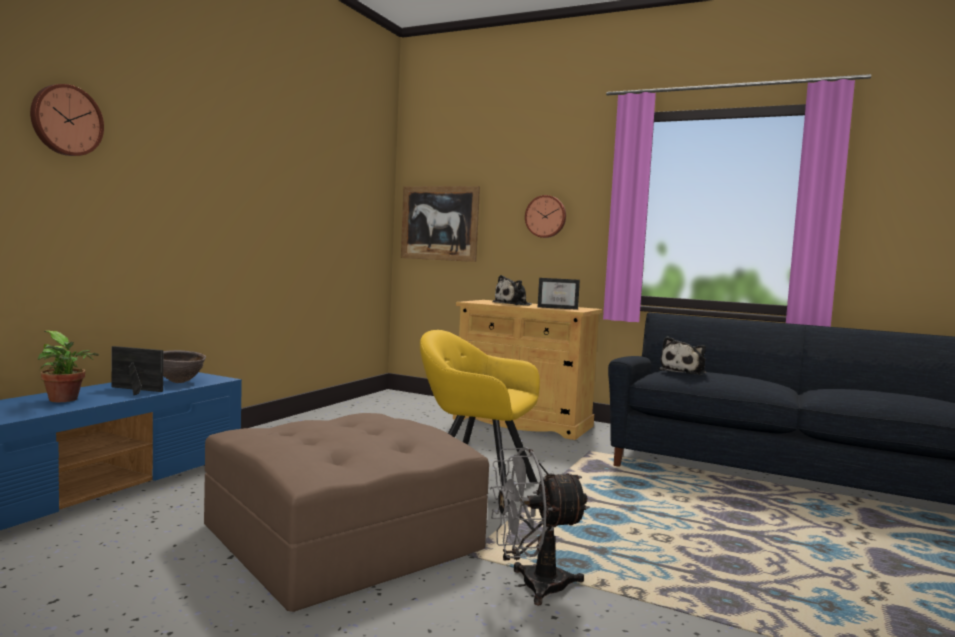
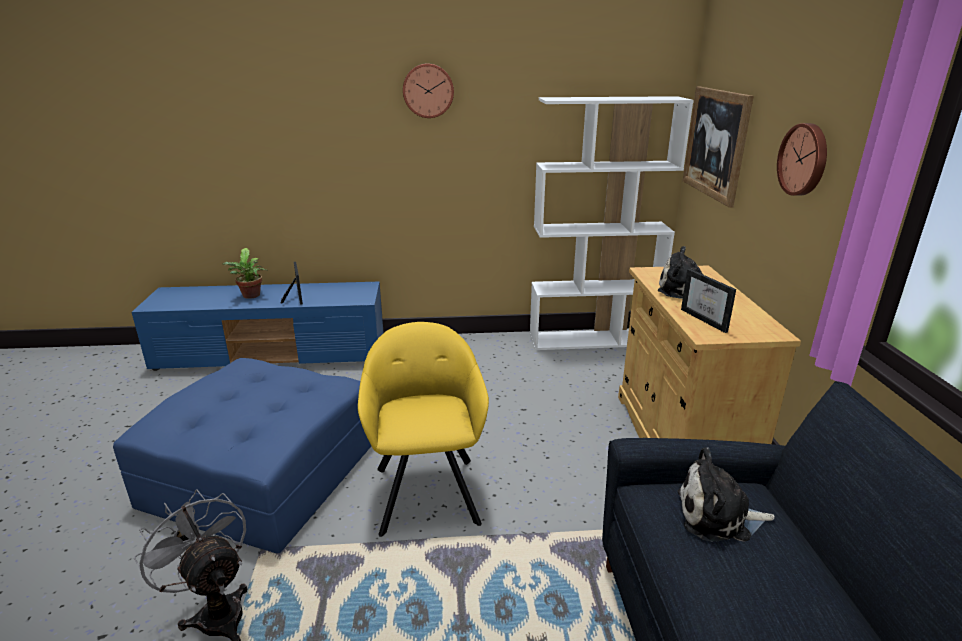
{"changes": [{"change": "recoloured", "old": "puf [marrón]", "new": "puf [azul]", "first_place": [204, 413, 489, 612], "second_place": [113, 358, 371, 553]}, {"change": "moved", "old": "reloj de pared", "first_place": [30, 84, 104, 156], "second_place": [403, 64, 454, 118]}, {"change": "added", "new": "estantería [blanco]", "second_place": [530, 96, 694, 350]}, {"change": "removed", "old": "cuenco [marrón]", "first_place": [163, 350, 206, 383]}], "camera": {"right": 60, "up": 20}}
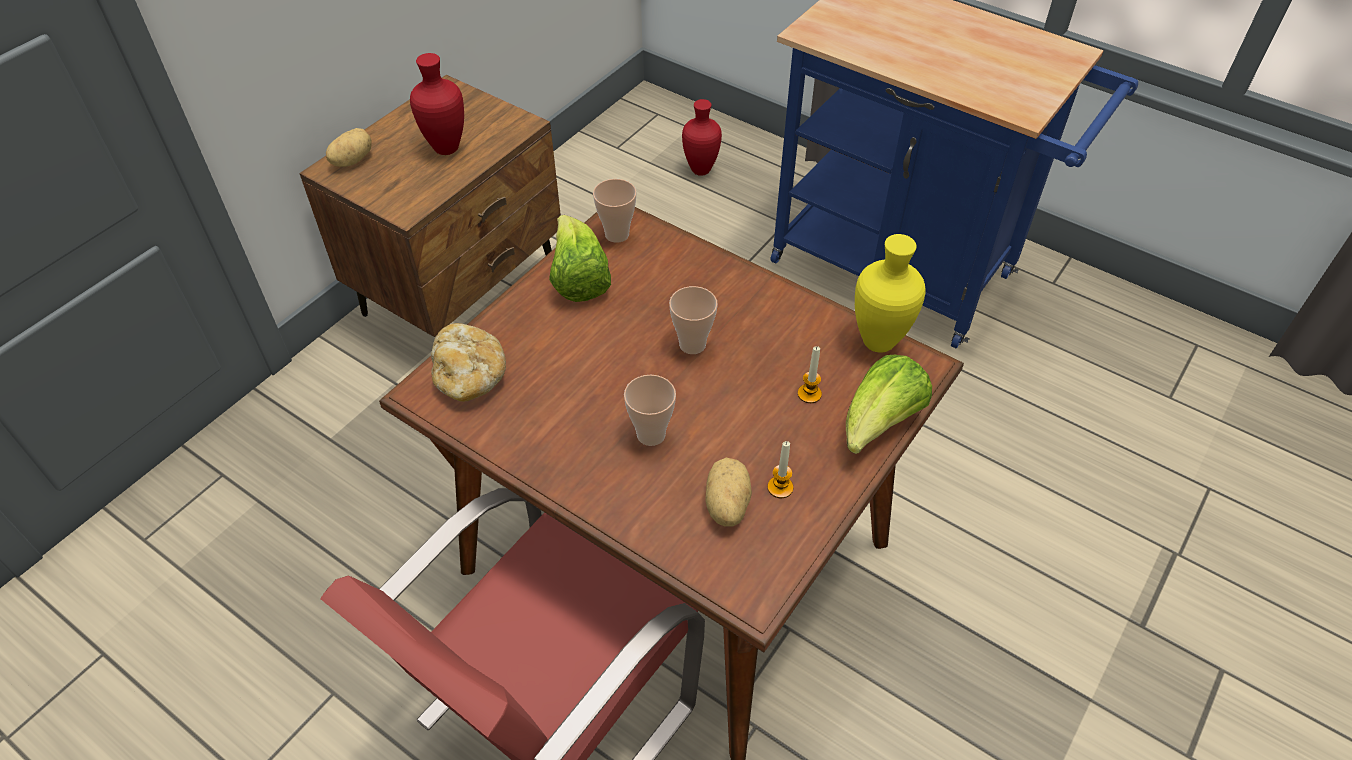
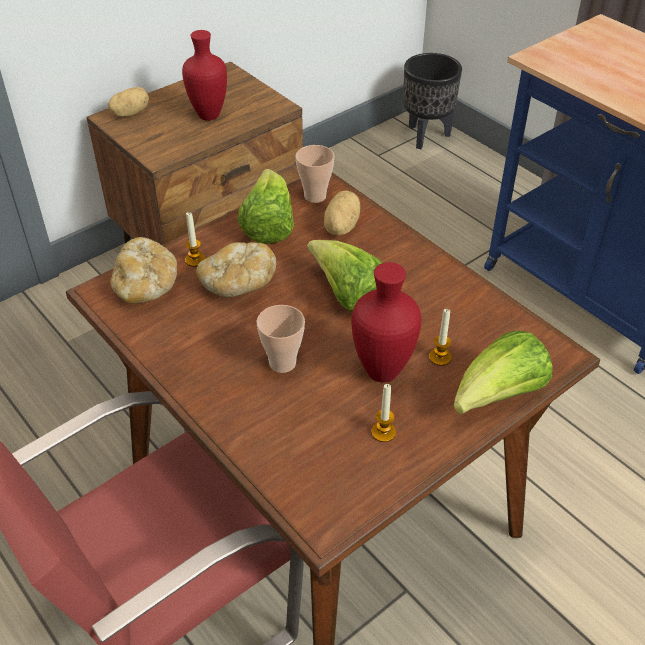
{"changes": [{"change": "added", "new": "vela", "second_place": [185, 212, 205, 267]}, {"change": "added", "new": "pan", "second_place": [196, 242, 276, 297]}, {"change": "replaced", "old": "taza", "new": "lechuga", "first_place": [669, 286, 717, 354], "second_place": [307, 240, 382, 312]}, {"change": "moved", "old": "patata", "first_place": [705, 458, 752, 527], "second_place": [324, 191, 360, 236]}, {"change": "moved", "old": "florero [rojo]", "first_place": [682, 99, 722, 176], "second_place": [352, 262, 421, 382]}, {"change": "added", "new": "maceta [negro]", "second_place": [403, 53, 462, 149]}, {"change": "removed", "old": "florero [amarillo]", "first_place": [855, 234, 926, 353]}], "camera": {"right": 15, "up": -5}}
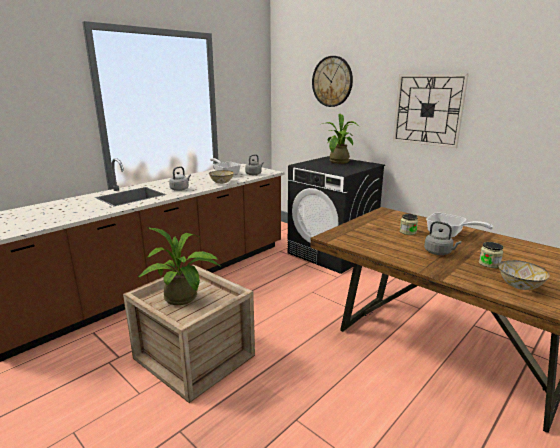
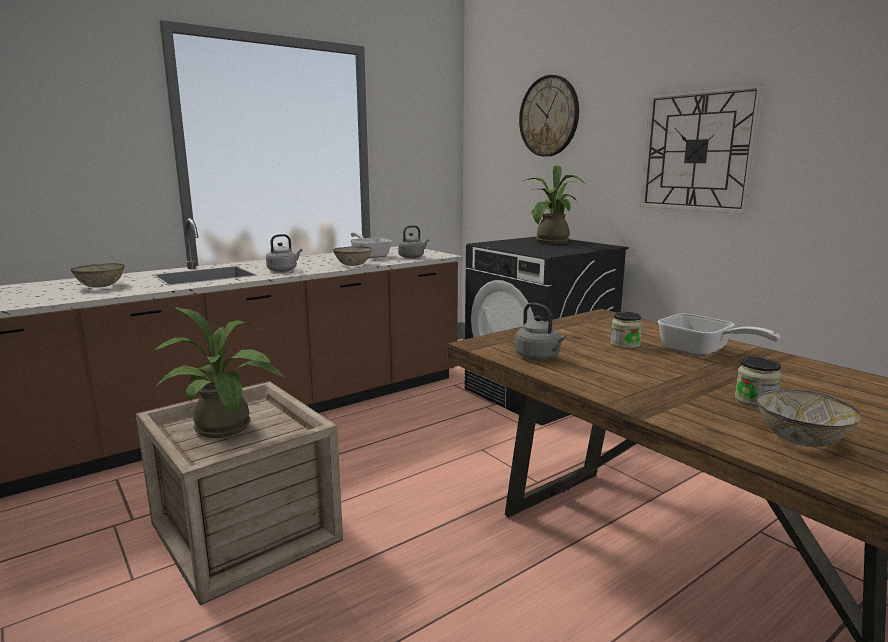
{"changes": [{"change": "added", "new": "cuenco", "second_place": [71, 263, 125, 288]}, {"change": "moved", "old": "hervidor [gris]", "first_place": [424, 221, 461, 255], "second_place": [515, 303, 566, 360]}], "camera": {"right": 10, "up": -5}}
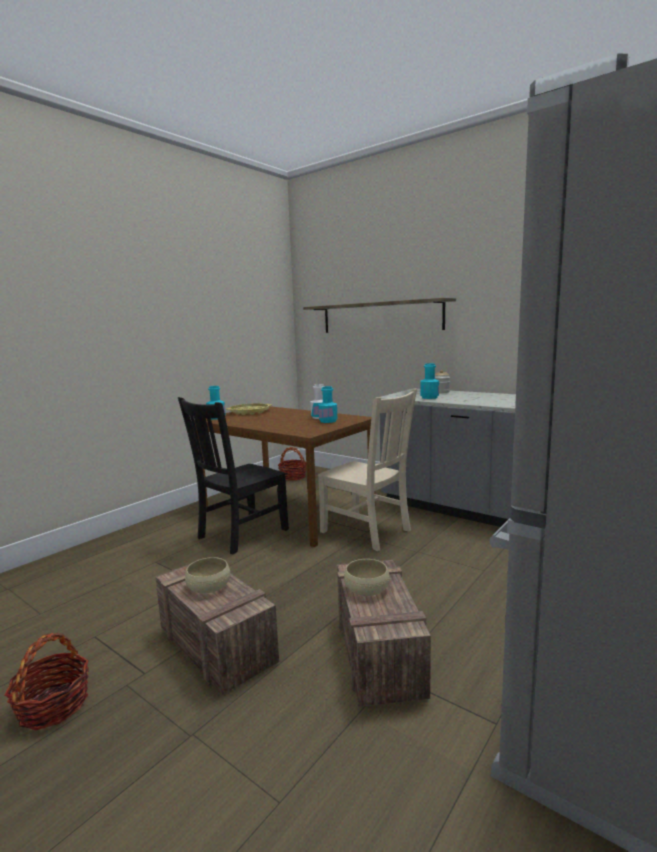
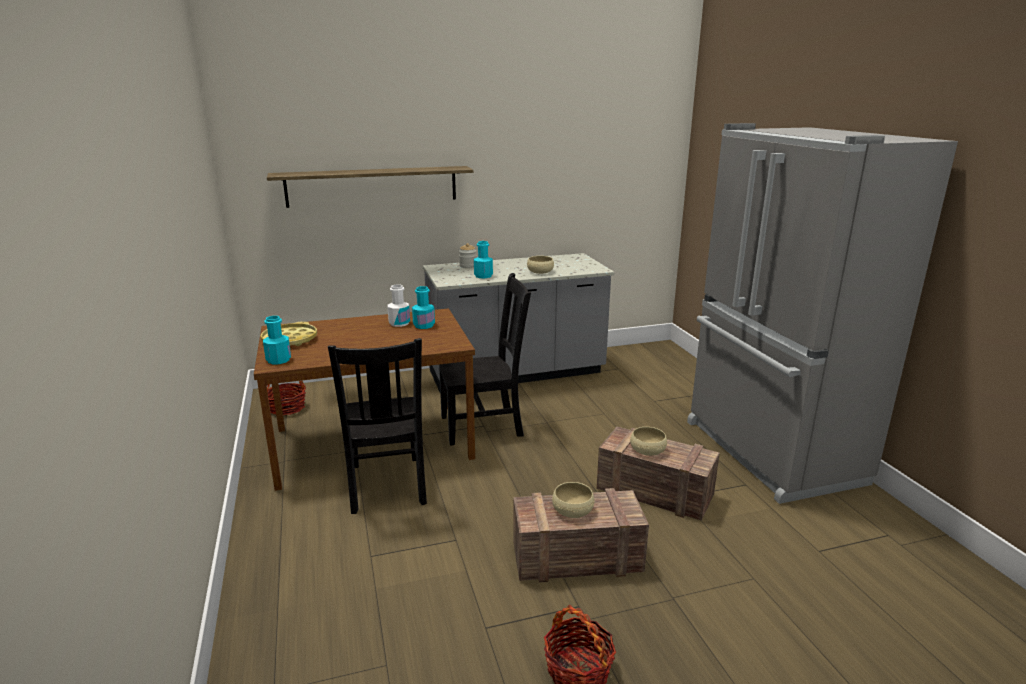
{"changes": [{"change": "recoloured", "old": "silla [beis]", "new": "silla [negro]", "first_place": [318, 388, 417, 551], "second_place": [439, 273, 531, 446]}, {"change": "added", "new": "cuenco [beis]", "second_place": [527, 256, 554, 274]}], "camera": {"right": -55, "up": 10}}
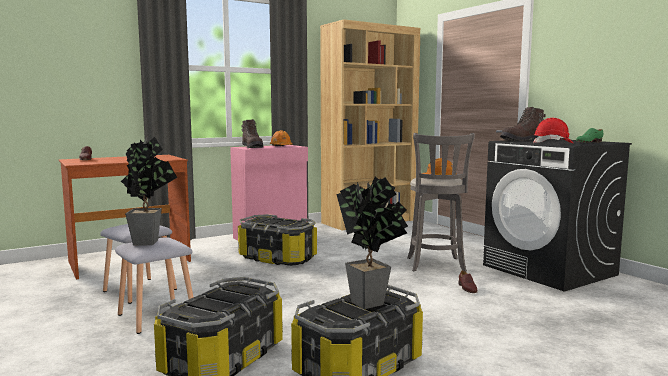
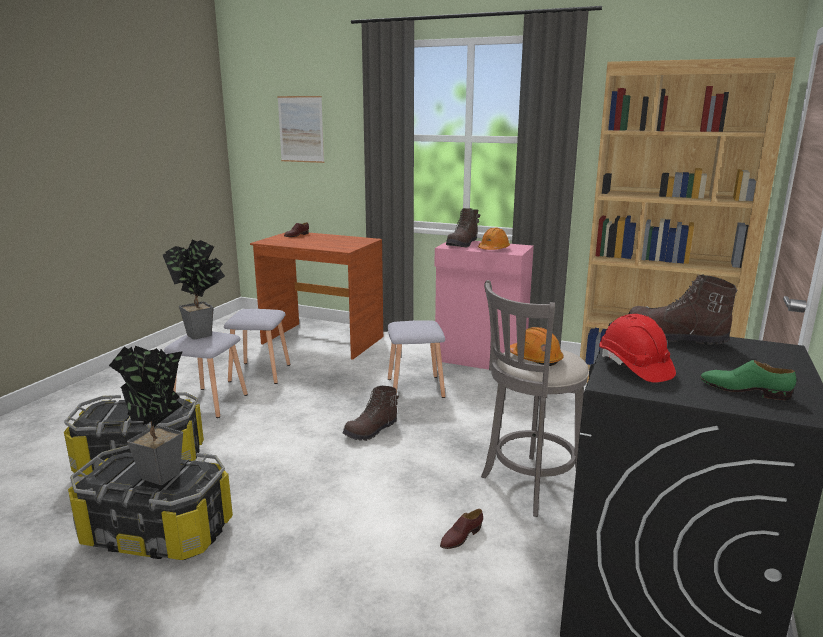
{"changes": [{"change": "added", "new": "cuadro", "second_place": [277, 96, 324, 163]}, {"change": "added", "new": "bota [marrón]", "second_place": [343, 386, 399, 441]}, {"change": "replaced", "old": "caja de almacenaje", "new": "taburete [gris]", "first_place": [238, 214, 317, 266], "second_place": [388, 320, 445, 398]}], "camera": {"right": 55, "up": 10}}
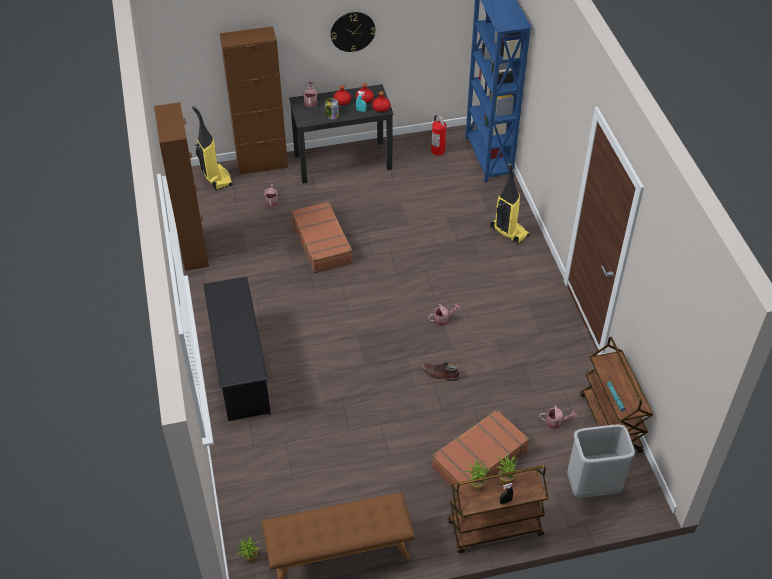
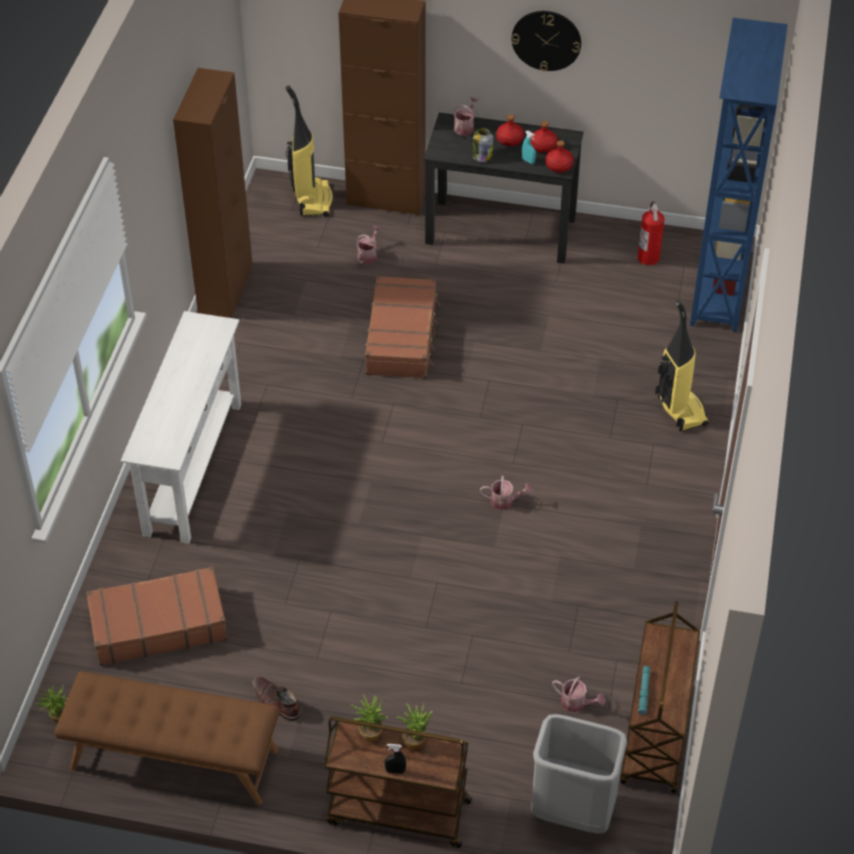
{"changes": [{"change": "moved", "old": "maleta [marrón]", "first_place": [432, 409, 529, 486], "second_place": [86, 566, 228, 666]}, {"change": "replaced", "old": "zapatero [negro]", "new": "mesa consola [blanco]", "first_place": [203, 277, 271, 421], "second_place": [121, 311, 241, 544]}, {"change": "moved", "old": "bota [marrón]", "first_place": [422, 362, 460, 381], "second_place": [252, 676, 301, 721]}], "camera": {"right": 25, "up": 0}}
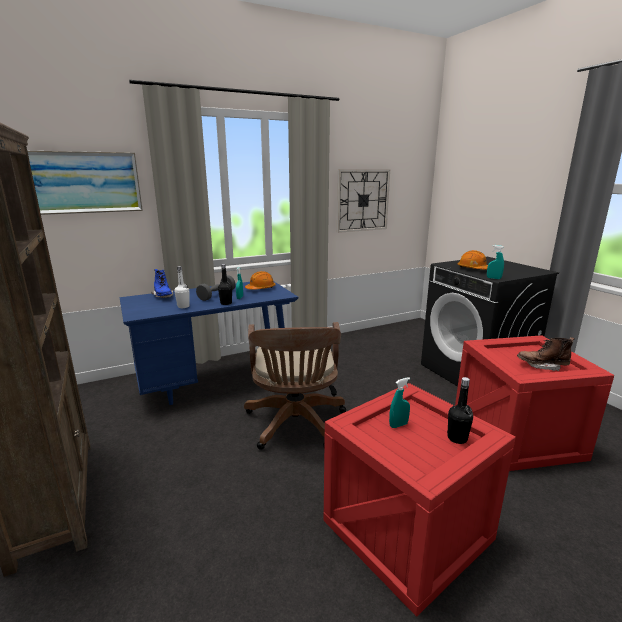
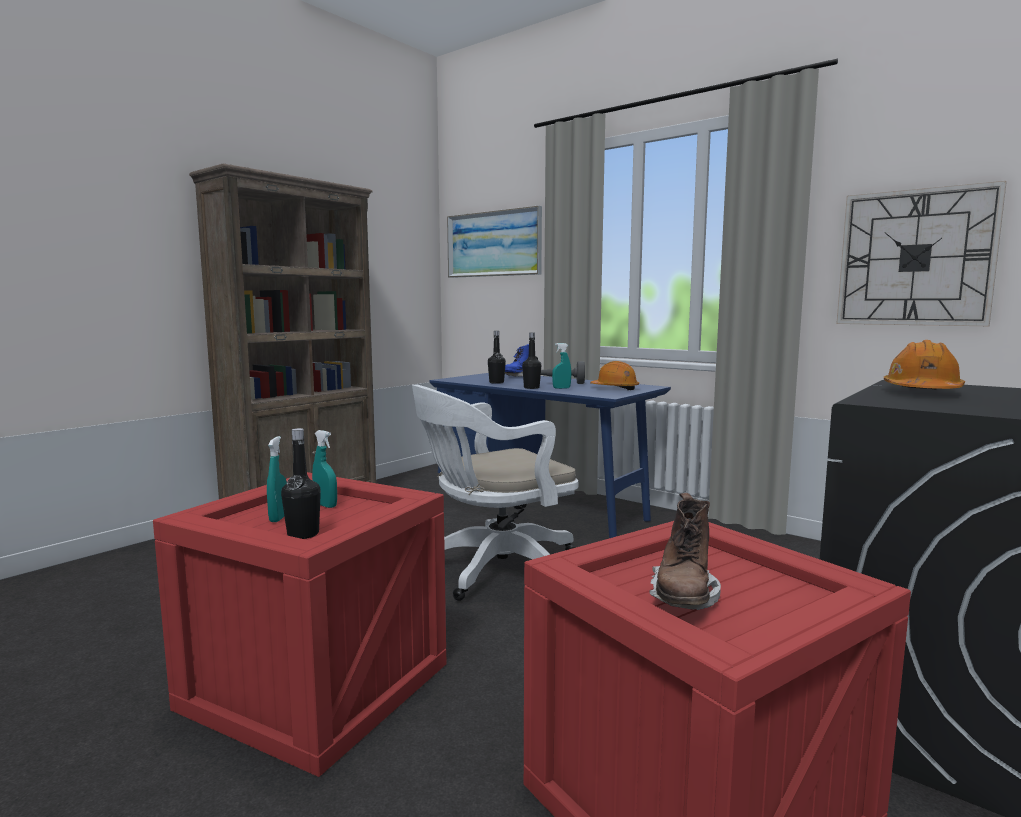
{"changes": [{"change": "moved", "old": "pulverizador [turquesa]", "first_place": [487, 245, 504, 279], "second_place": [267, 436, 287, 522]}, {"change": "recoloured", "old": "silla de oficina [marrón]", "new": "silla de oficina [blanco]", "first_place": [244, 322, 346, 450], "second_place": [412, 385, 578, 601]}, {"change": "recoloured", "old": "botella [blanco]", "new": "botella [negro]", "first_place": [174, 266, 190, 308], "second_place": [488, 331, 506, 384]}, {"change": "turned", "old": "bota [marrón]", "first_place": [517, 337, 575, 371], "second_place": [650, 493, 721, 610], "degrees": -150}], "camera": {"right": 65, "up": -10}}
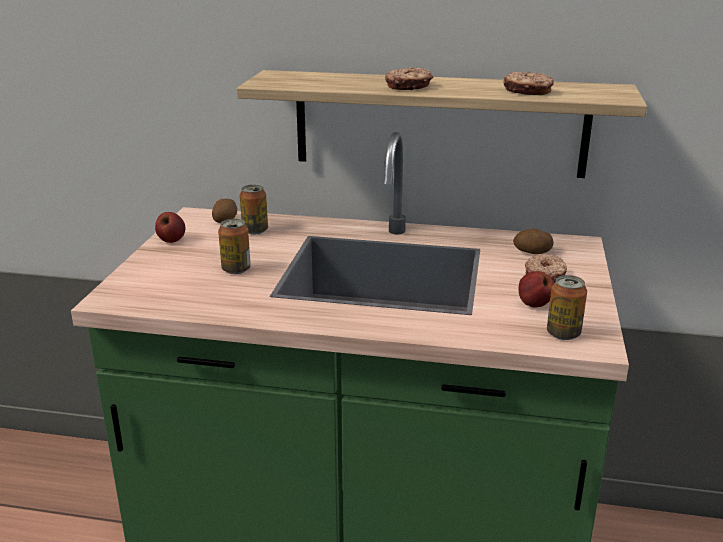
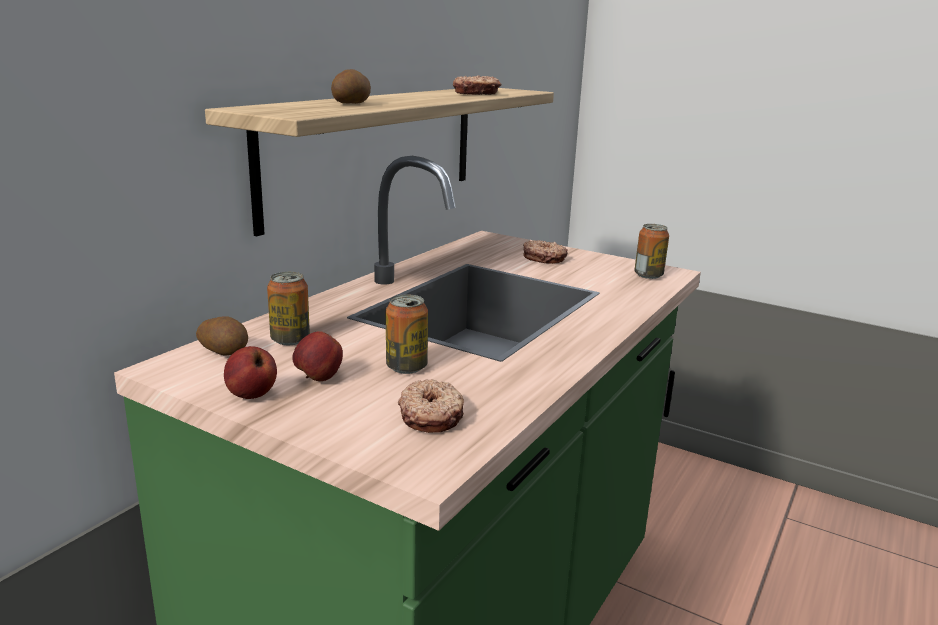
{"changes": [{"change": "moved", "old": "manzana", "first_place": [518, 271, 554, 307], "second_place": [292, 331, 343, 381]}, {"change": "moved", "old": "patata", "first_place": [513, 228, 554, 254], "second_place": [331, 69, 371, 104]}, {"change": "moved", "old": "rosquilla", "first_place": [385, 67, 434, 90], "second_place": [398, 379, 464, 433]}], "camera": {"right": -70, "up": -5}}
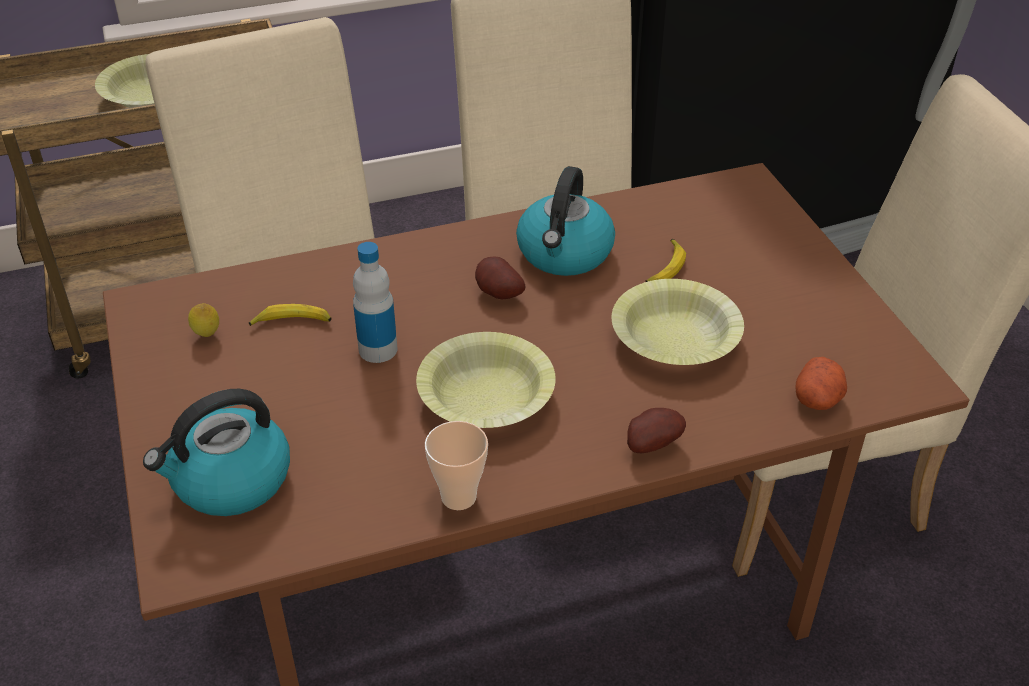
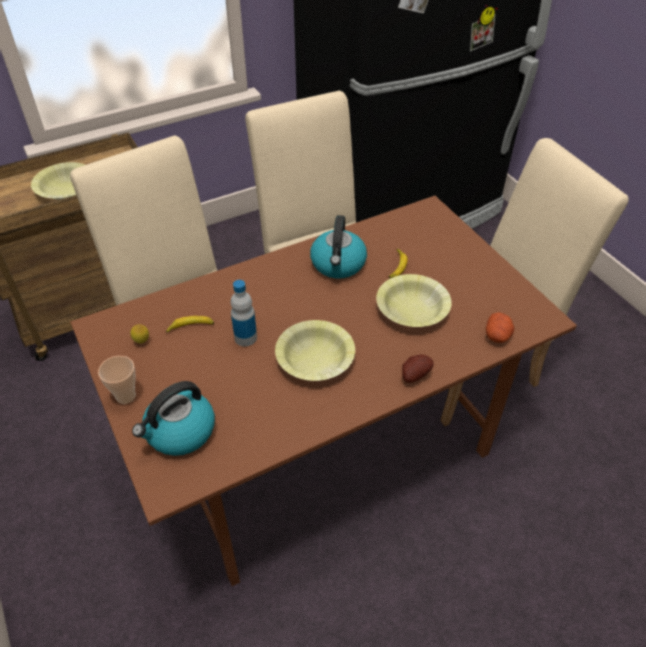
{"changes": [{"change": "moved", "old": "taza", "first_place": [425, 421, 488, 510], "second_place": [98, 356, 136, 404]}, {"change": "removed", "old": "patata", "first_place": [475, 256, 525, 299]}], "camera": {"right": -10, "up": 5}}
